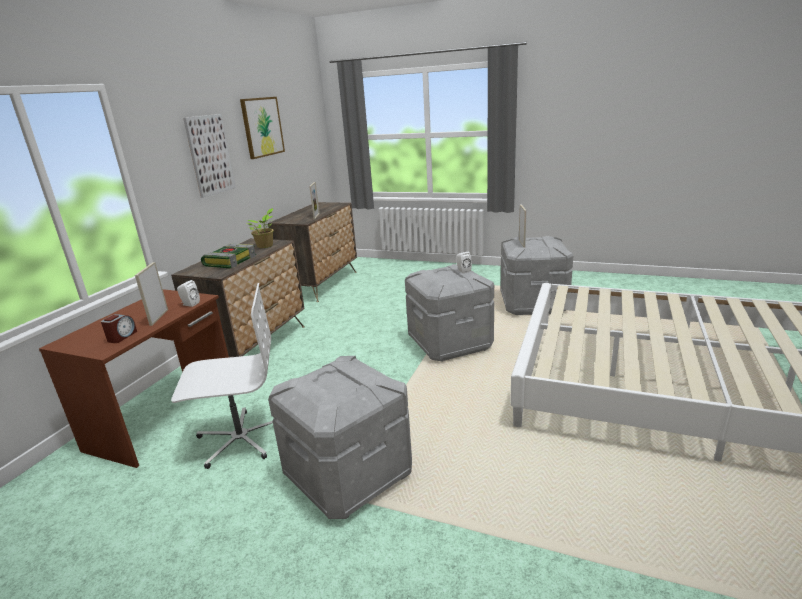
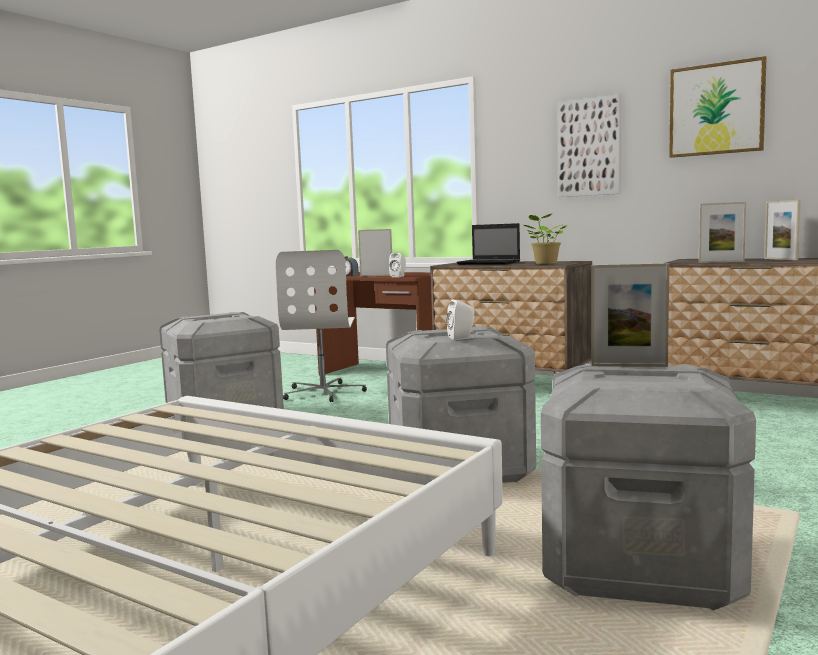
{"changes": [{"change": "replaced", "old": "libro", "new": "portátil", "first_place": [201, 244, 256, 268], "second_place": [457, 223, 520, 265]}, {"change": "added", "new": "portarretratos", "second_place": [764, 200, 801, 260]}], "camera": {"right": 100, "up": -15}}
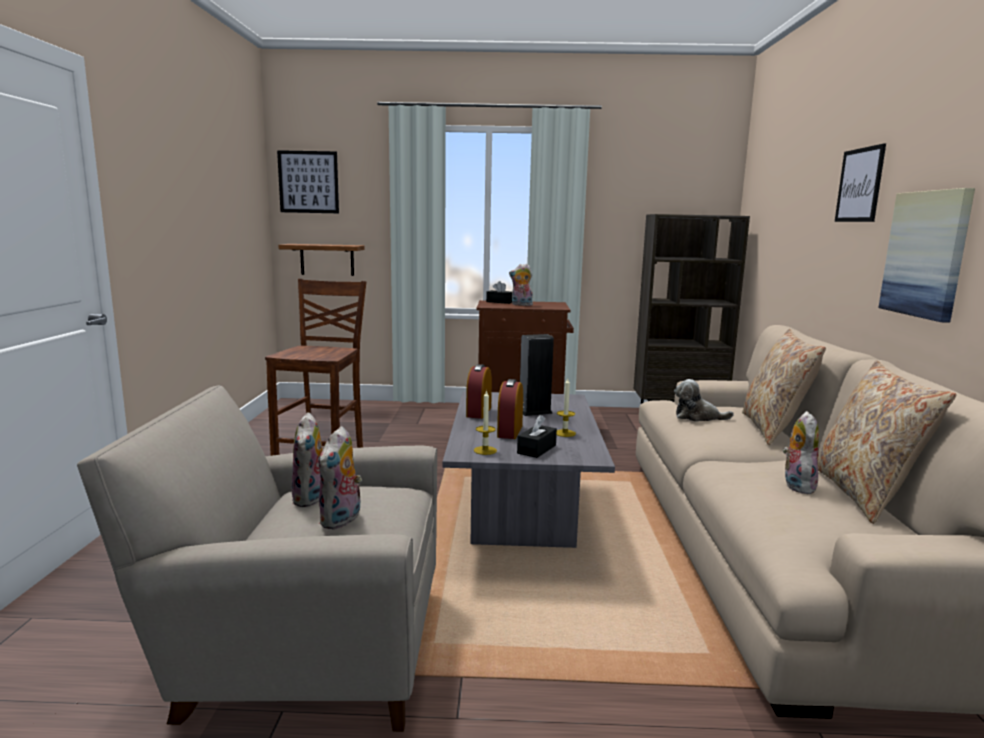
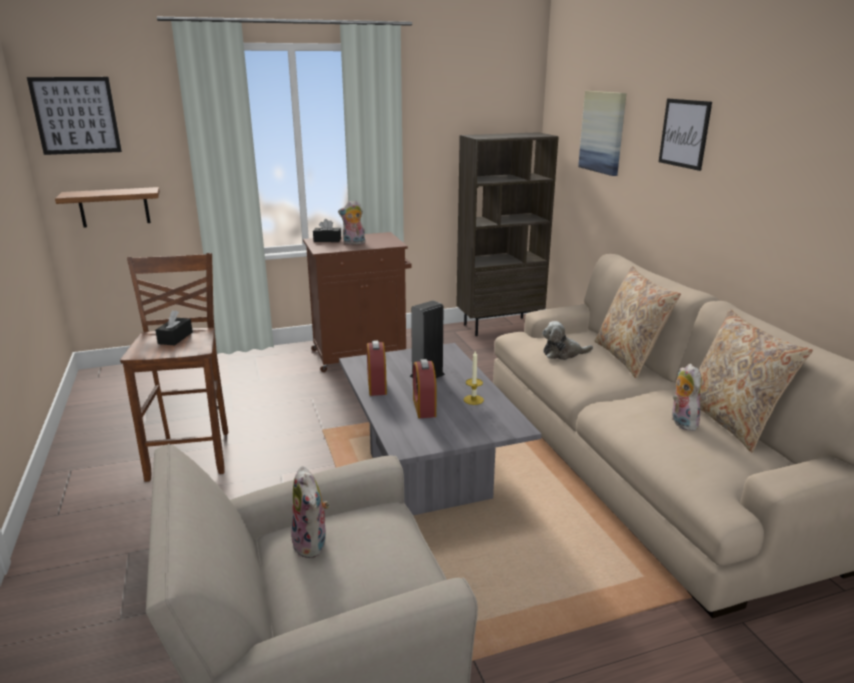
{"changes": [{"change": "moved", "old": "caja de pañuelos [negro]", "first_place": [517, 415, 557, 458], "second_place": [155, 310, 193, 345]}, {"change": "moved", "old": "cuadro", "first_place": [878, 188, 975, 323], "second_place": [578, 91, 627, 176]}, {"change": "removed", "old": "peluche", "first_place": [318, 426, 362, 529]}, {"change": "removed", "old": "vela", "first_place": [474, 390, 497, 455]}], "camera": {"right": -20, "up": 10}}
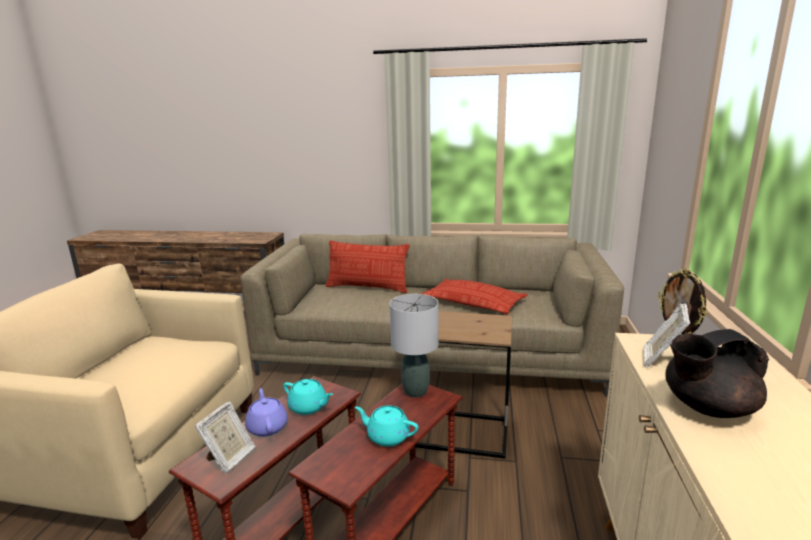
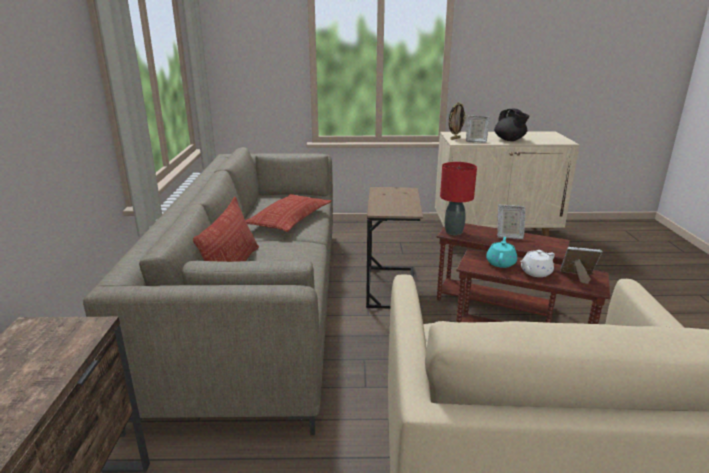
{"changes": [{"change": "recoloured", "old": "lámpara de mesa [gris]", "new": "lámpara de mesa [rojo]", "first_place": [390, 294, 439, 397], "second_place": [440, 162, 477, 235]}, {"change": "replaced", "old": "tetera [turquesa]", "new": "portarretratos", "first_place": [355, 405, 418, 447], "second_place": [497, 204, 526, 239]}, {"change": "recoloured", "old": "tetera [morado]", "new": "tetera [blanco]", "first_place": [245, 388, 288, 437], "second_place": [520, 250, 555, 277]}], "camera": {"right": -100, "up": 5}}
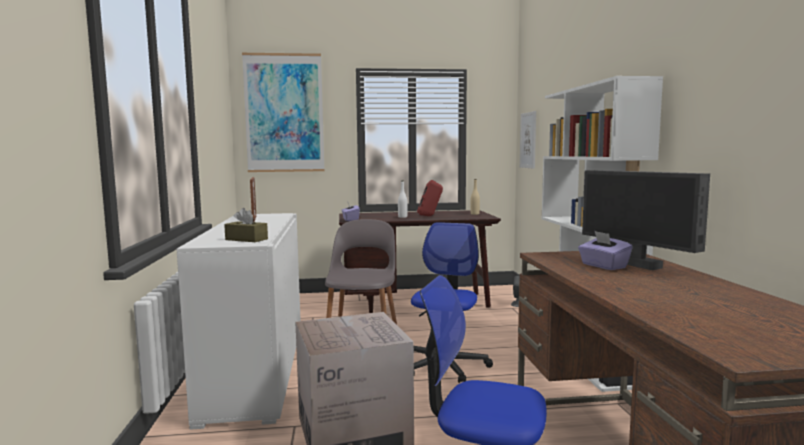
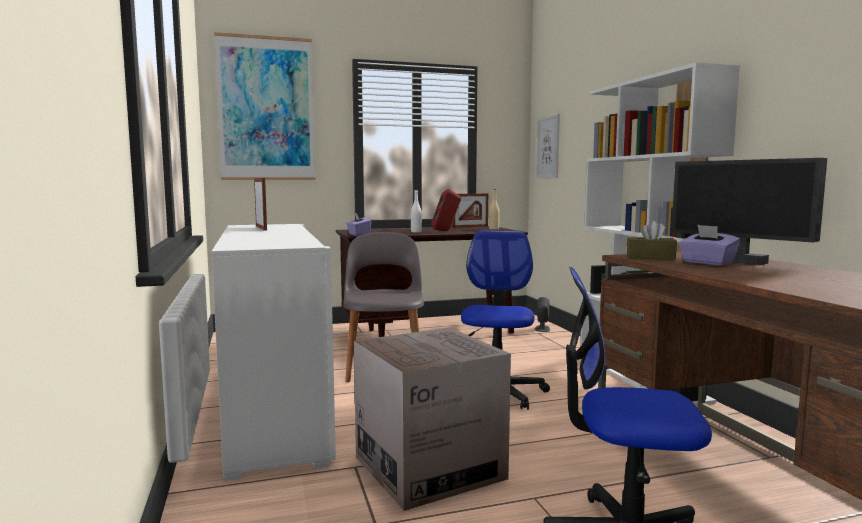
{"changes": [{"change": "added", "new": "portarretratos", "second_place": [452, 193, 488, 228]}, {"change": "moved", "old": "caja de pañuelos [marrón]", "first_place": [224, 208, 268, 242], "second_place": [627, 220, 677, 260]}], "camera": {"right": -10, "up": 0}}
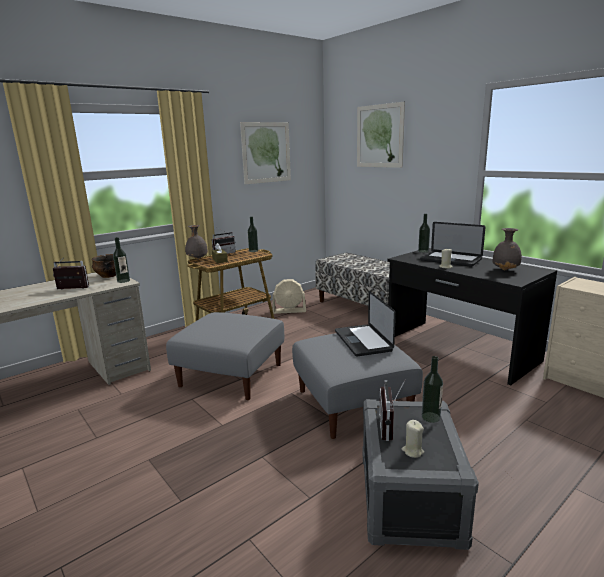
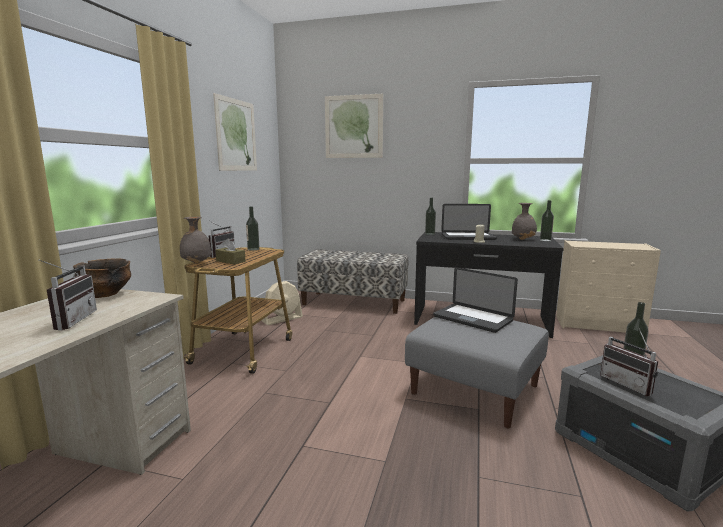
{"changes": [{"change": "turned", "old": "radio", "first_place": [53, 257, 89, 289], "second_place": [39, 260, 97, 331], "degrees": 120}, {"change": "moved", "old": "botella", "first_place": [113, 237, 130, 283], "second_place": [540, 200, 554, 241]}, {"change": "removed", "old": "puf [gris]", "first_place": [166, 312, 285, 400]}, {"change": "removed", "old": "vela [beis]", "first_place": [402, 420, 424, 458]}], "camera": {"right": -35, "up": -5}}
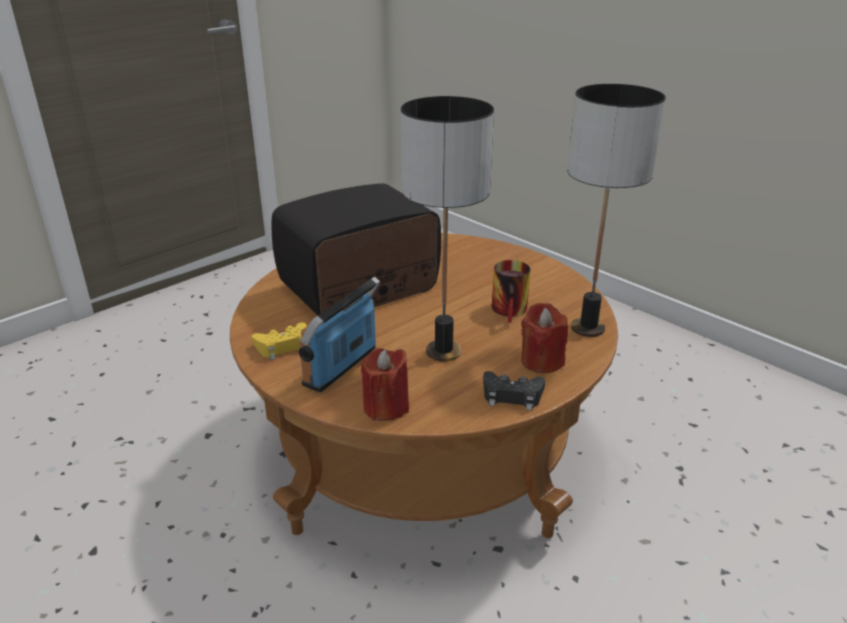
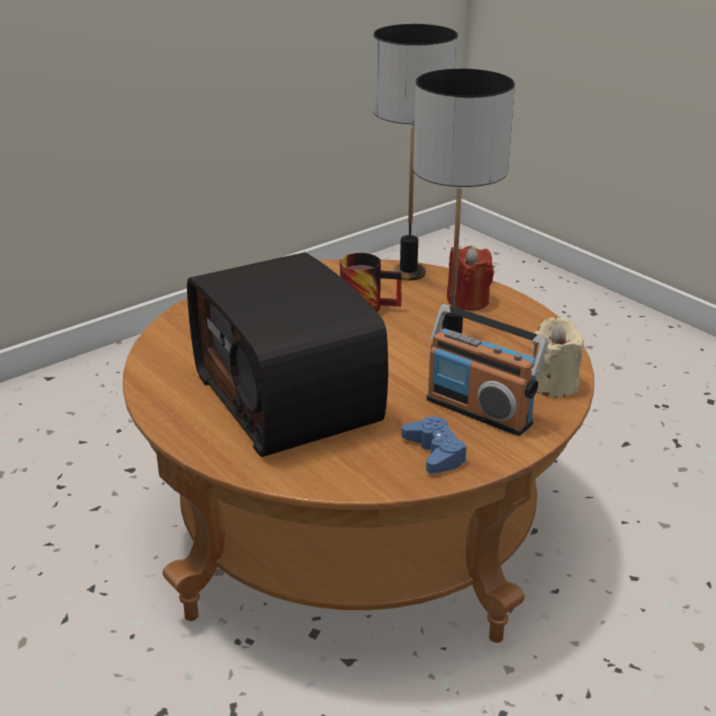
{"changes": [{"change": "recoloured", "old": "mando de consola [amarillo]", "new": "mando de consola [azul]", "first_place": [252, 323, 307, 360], "second_place": [402, 416, 467, 474]}, {"change": "recoloured", "old": "vela [rojo]", "new": "vela [beis]", "first_place": [361, 348, 409, 421], "second_place": [531, 317, 584, 397]}, {"change": "removed", "old": "mando de consola [negro]", "first_place": [483, 371, 545, 410]}], "camera": {"right": -85, "up": 0}}
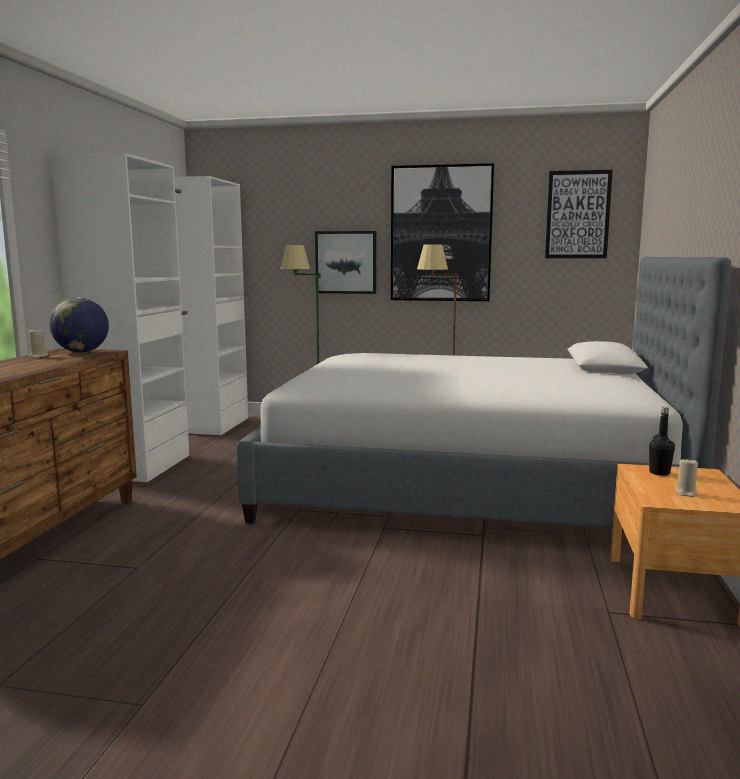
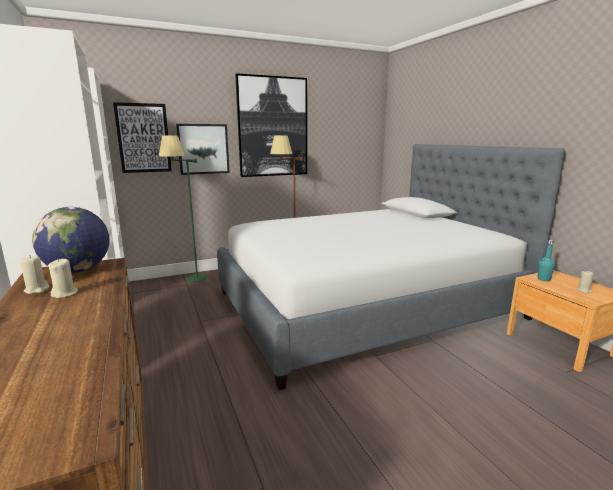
{"changes": [{"change": "added", "new": "vela [beis]", "second_place": [48, 258, 78, 298]}, {"change": "moved", "old": "cuadro", "first_place": [545, 170, 613, 258], "second_place": [113, 102, 172, 173]}, {"change": "recoloured", "old": "botella [negro]", "new": "botella [turquesa]", "first_place": [649, 406, 675, 476], "second_place": [537, 240, 555, 281]}], "camera": {"right": -35, "up": 5}}
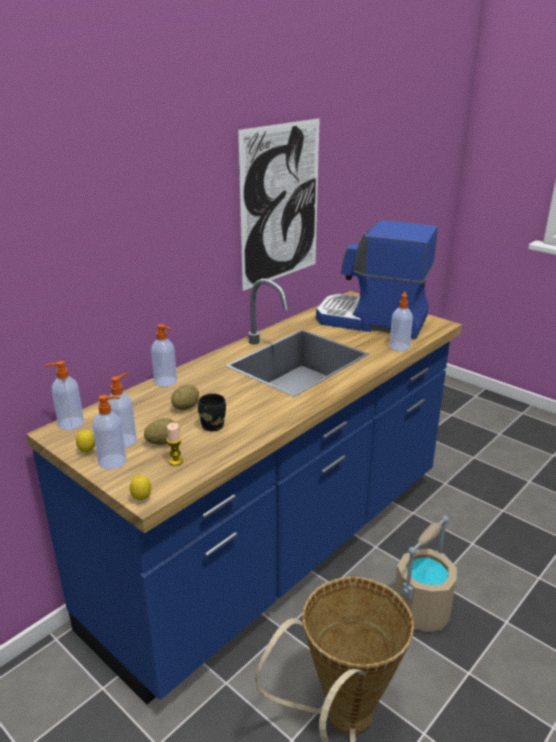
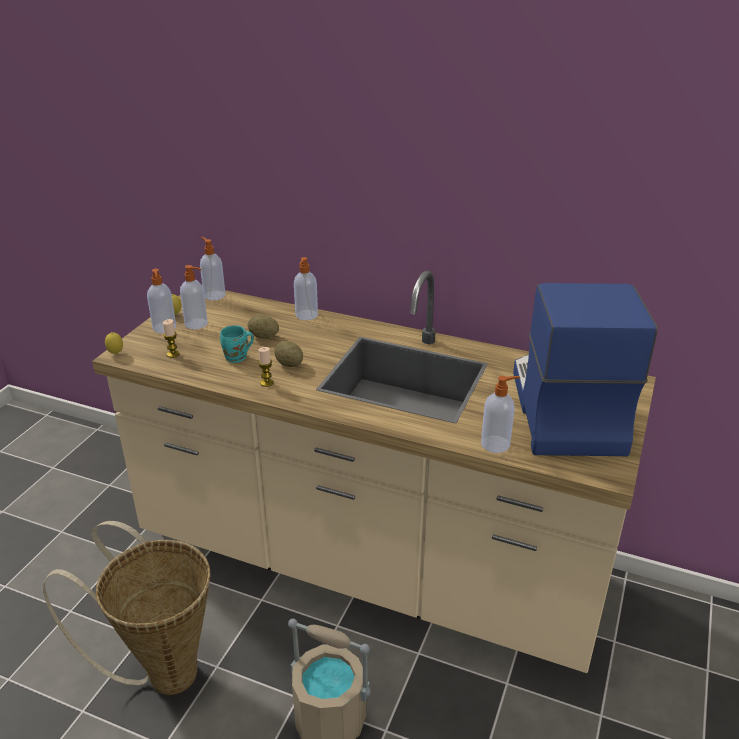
{"changes": [{"change": "recoloured", "old": "mueble bajo de cocina [azul]", "new": "mueble bajo de cocina [beis]", "first_place": [26, 279, 462, 705], "second_place": [92, 270, 656, 673]}, {"change": "recoloured", "old": "taza grande [negro]", "new": "taza grande [turquesa]", "first_place": [198, 393, 226, 431], "second_place": [220, 325, 254, 363]}, {"change": "added", "new": "vela", "second_place": [258, 347, 274, 387]}, {"change": "moved", "old": "patata", "first_place": [144, 418, 180, 445], "second_place": [275, 341, 303, 367]}, {"change": "removed", "old": "cuadro", "first_place": [238, 118, 320, 291]}], "camera": {"right": 70, "up": 5}}
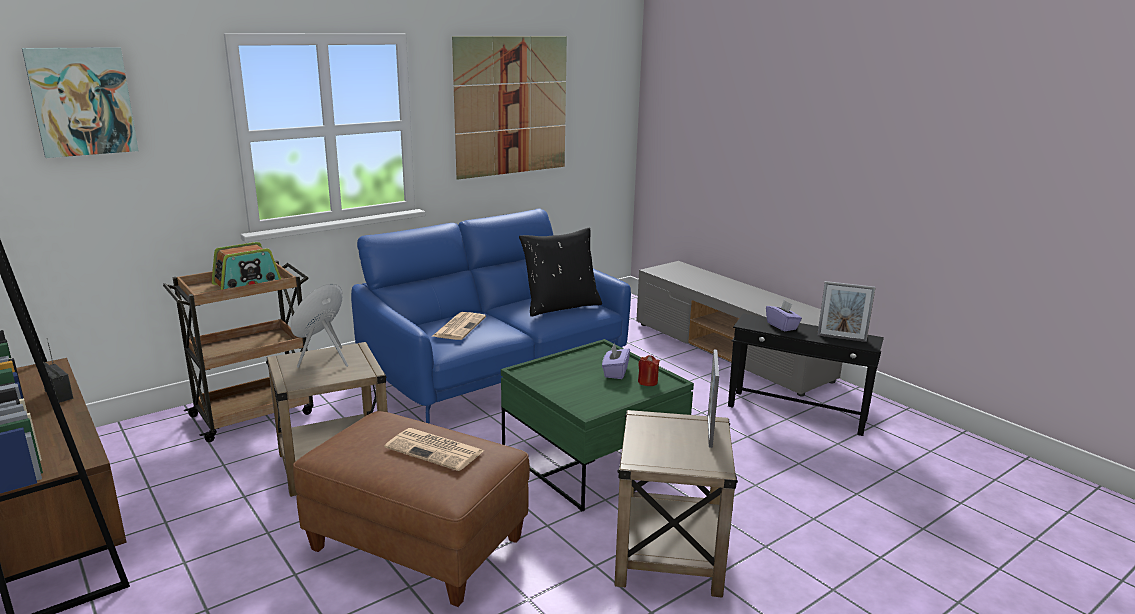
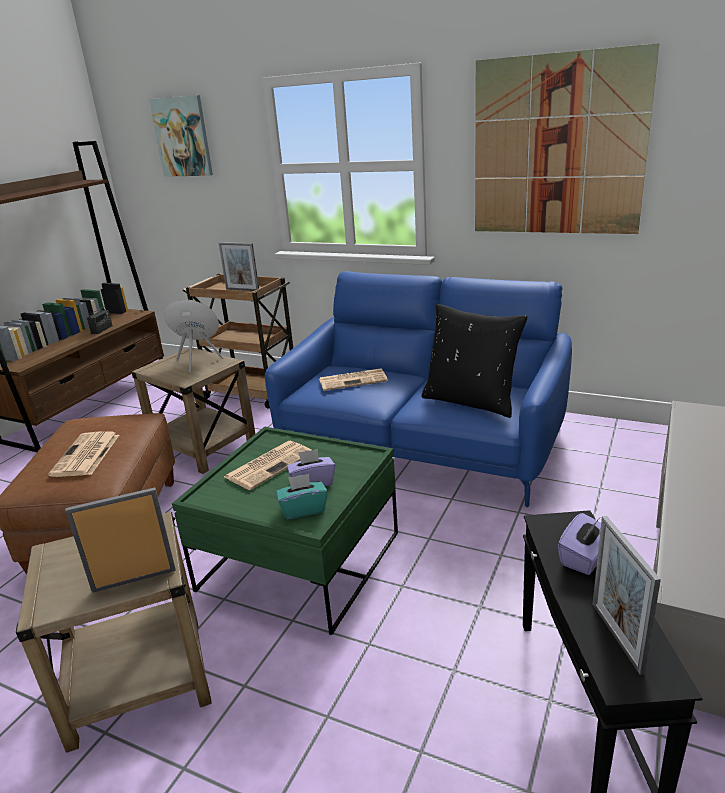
{"changes": [{"change": "replaced", "old": "radio", "new": "portarretratos", "first_place": [212, 242, 281, 290], "second_place": [218, 242, 259, 291]}, {"change": "added", "new": "periódico", "second_place": [224, 441, 311, 490]}, {"change": "replaced", "old": "vela [rojo]", "new": "caja de pañuelos [turquesa]", "first_place": [638, 355, 660, 386], "second_place": [276, 474, 328, 519]}], "camera": {"right": 65, "up": 5}}
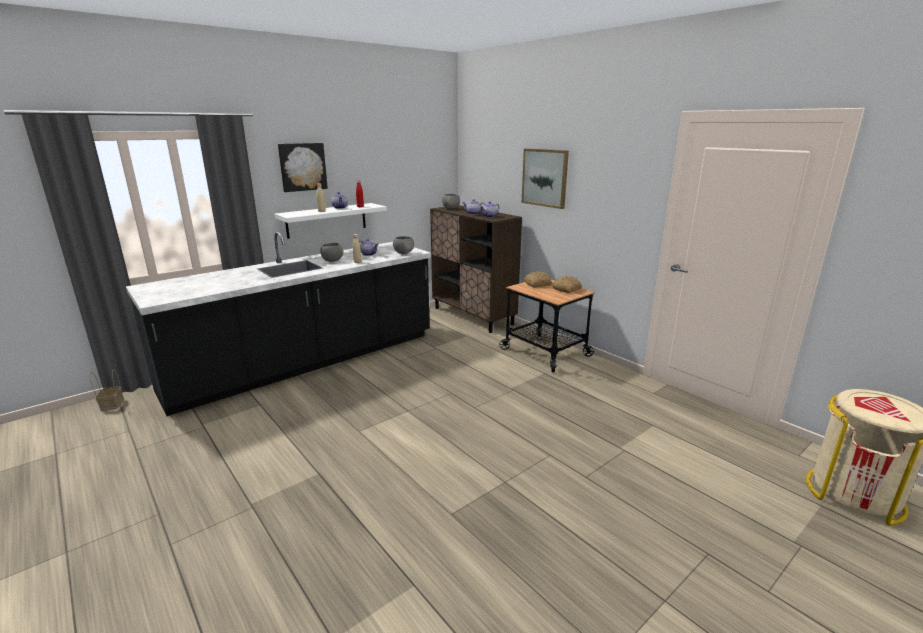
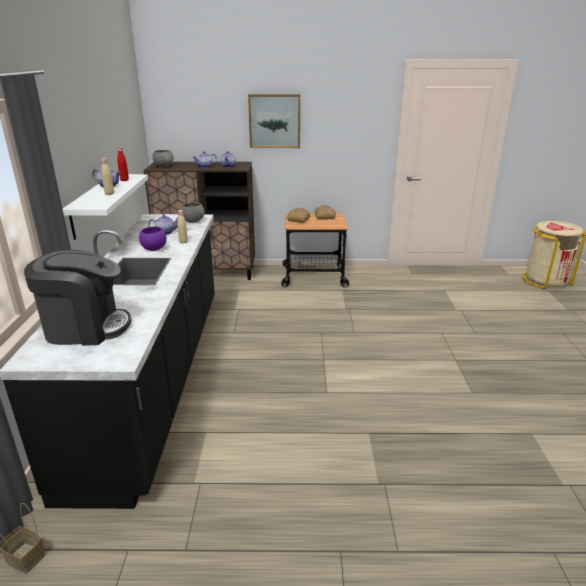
{"changes": [{"change": "added", "new": "cafetera", "second_place": [24, 250, 131, 346]}, {"change": "recoloured", "old": "cuenco [gris]", "new": "cuenco [morado]", "first_place": [320, 243, 343, 262], "second_place": [139, 227, 167, 251]}, {"change": "removed", "old": "cuadro", "first_place": [278, 143, 328, 192]}], "camera": {"right": -50, "up": 5}}
